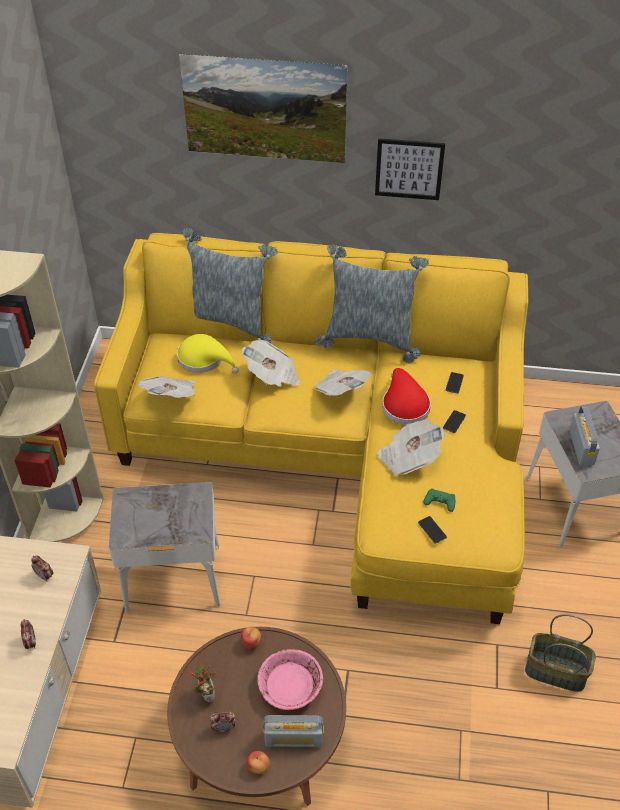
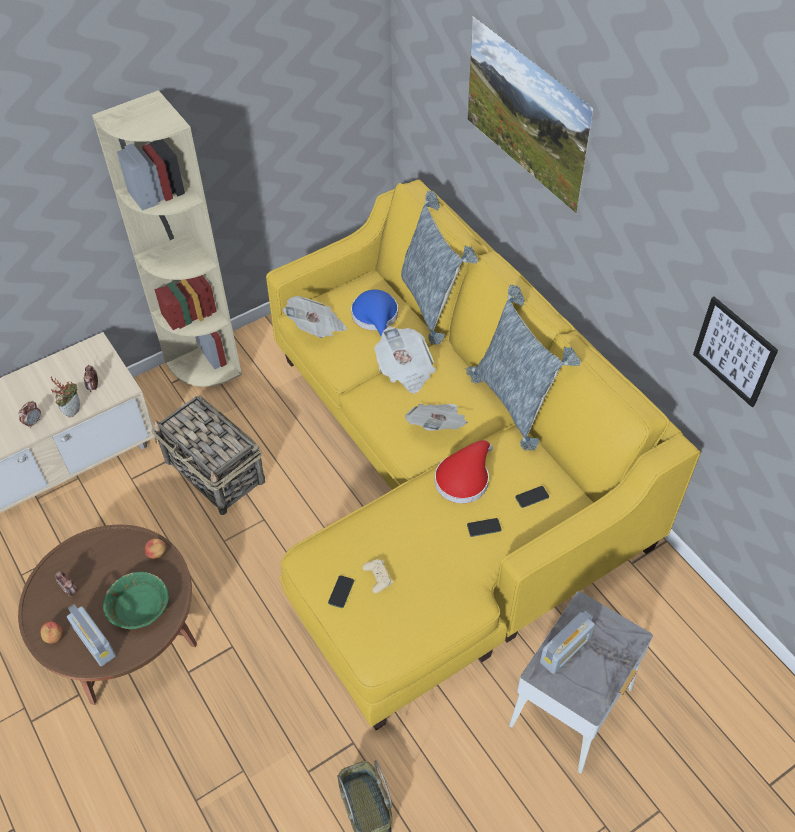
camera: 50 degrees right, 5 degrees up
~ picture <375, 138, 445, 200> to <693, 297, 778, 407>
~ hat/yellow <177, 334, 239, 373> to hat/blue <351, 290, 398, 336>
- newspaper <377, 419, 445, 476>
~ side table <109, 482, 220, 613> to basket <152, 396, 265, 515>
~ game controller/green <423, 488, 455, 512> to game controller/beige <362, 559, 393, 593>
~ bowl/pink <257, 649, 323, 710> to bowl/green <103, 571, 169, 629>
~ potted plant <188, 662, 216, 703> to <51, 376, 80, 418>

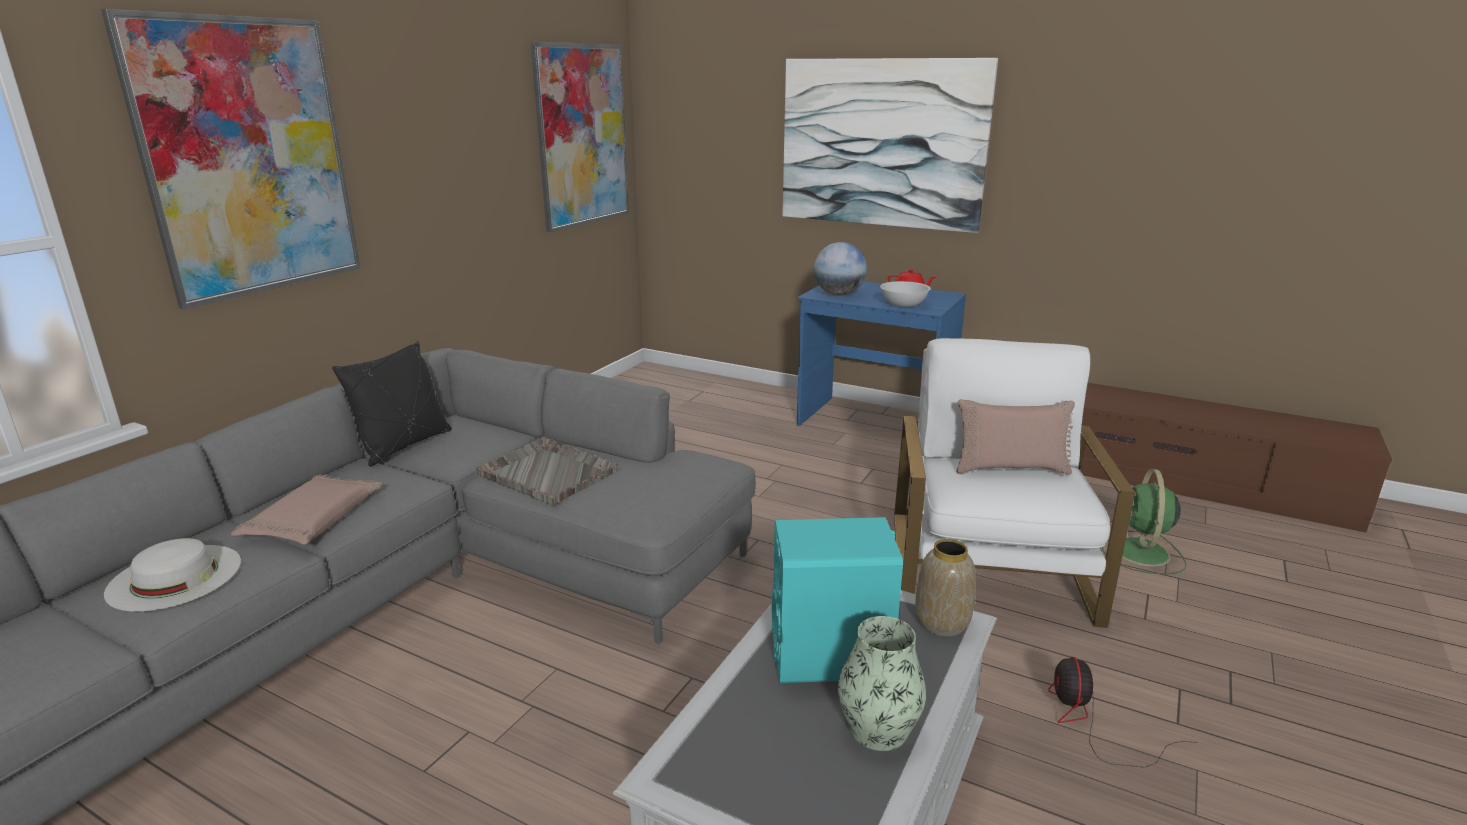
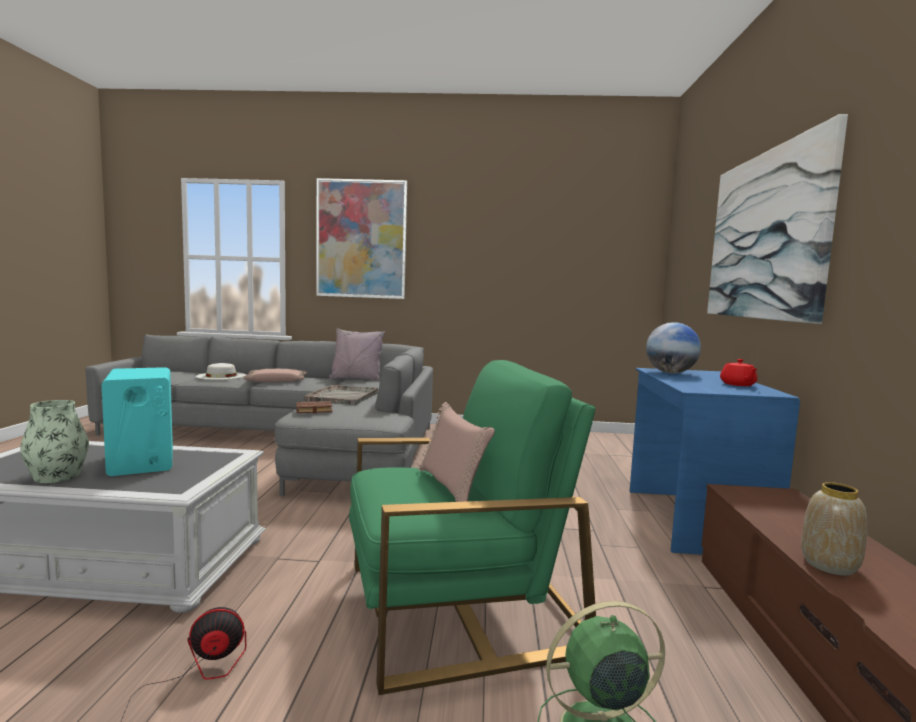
camera: 65 degrees right, 15 degrees down
- picture <530, 41, 629, 232>
- bowl/white <880, 281, 931, 307>
~ armchair/white <894, 338, 1135, 628> to armchair/green <349, 360, 596, 695>
~ pillow/black <332, 341, 452, 467> to pillow/purple <329, 328, 385, 381>
~ vase <915, 539, 976, 636> to <801, 482, 868, 576>
+ book/brown <296, 401, 333, 414>

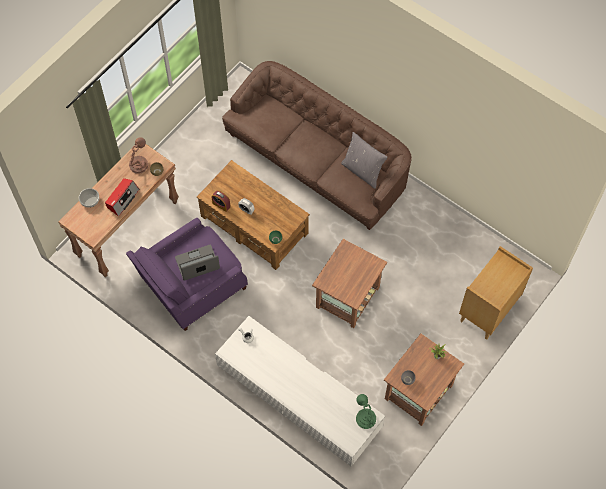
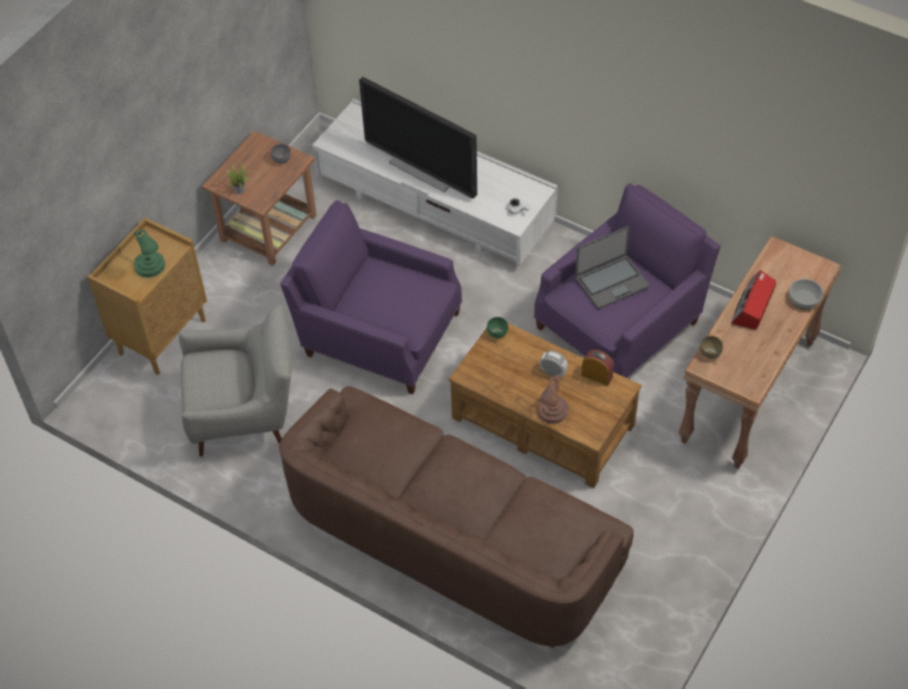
camera: 175 degrees right, 10 degrees down
- pillow/grey <341, 132, 388, 189>
~ table lamp/brown <129, 137, 148, 174> to <537, 375, 569, 424>
~ side table/brown <312, 239, 387, 328> to armchair/purple <280, 200, 462, 394>
~ table lamp/green <356, 394, 376, 429> to <134, 229, 165, 278>
+ television <359, 77, 477, 199>
+ armchair/grey <179, 304, 292, 457>

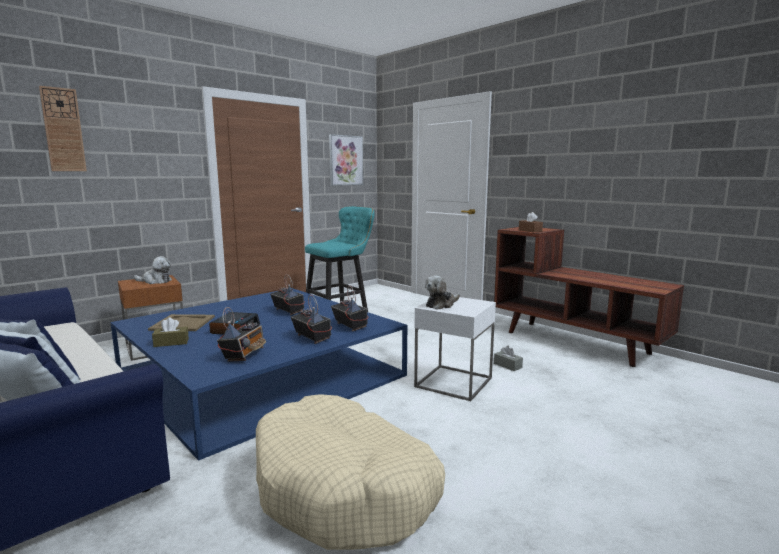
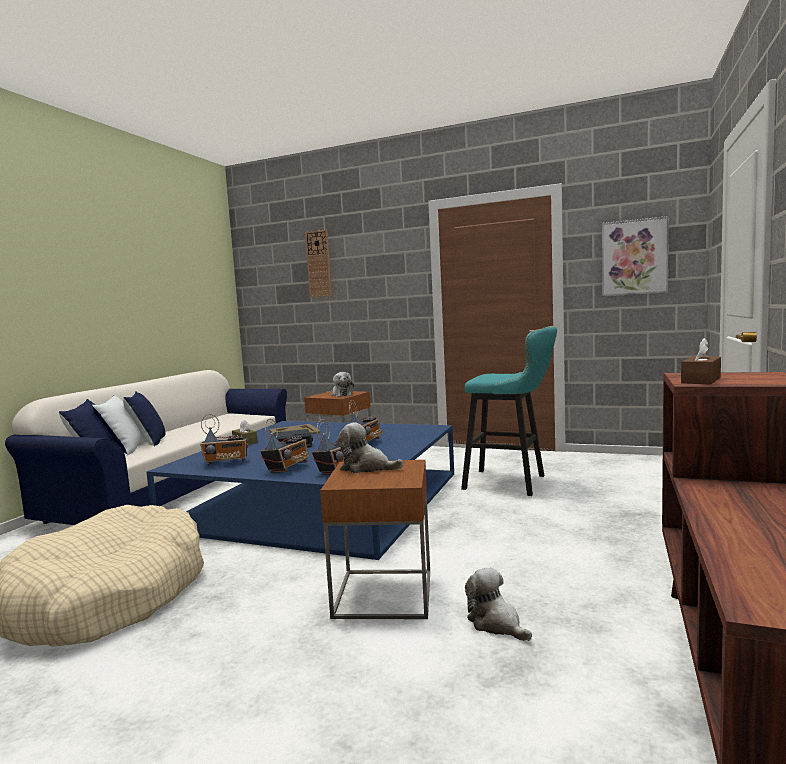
camera: 65 degrees right, 5 degrees down
~ side table/white <414, 297, 496, 401> to side table/brown <320, 460, 430, 619>
~ tissue box/grey <494, 346, 523, 371> to plush toy <465, 568, 532, 641>

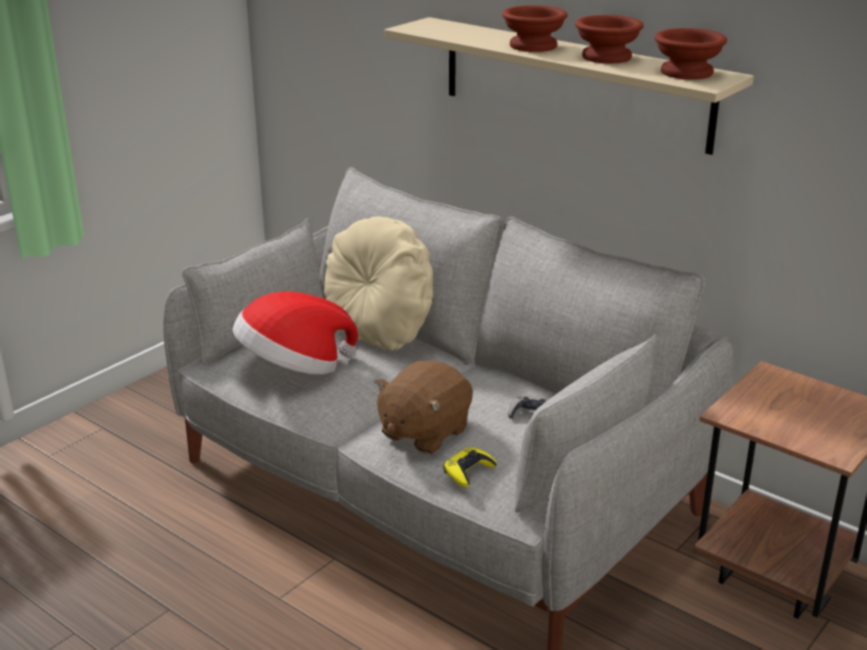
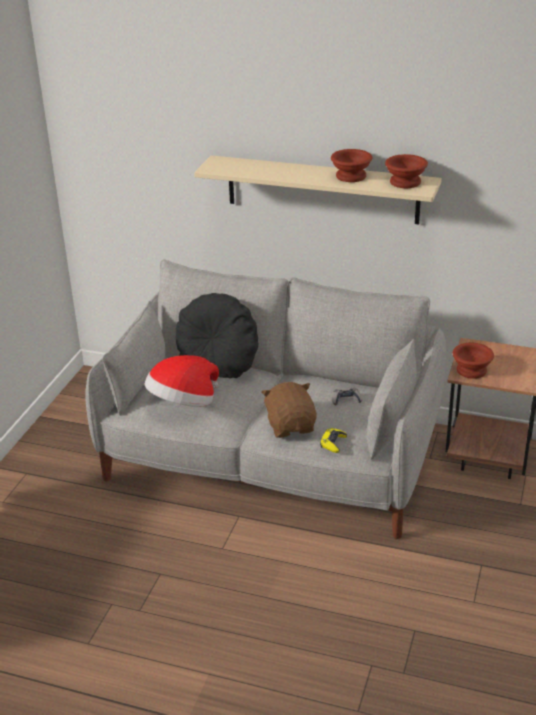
camera: 20 degrees left, 5 degrees up
~ bowl/brown <502, 5, 568, 52> to <453, 343, 494, 379>
~ pillow/beige <324, 216, 433, 351> to pillow/black <176, 293, 258, 378>
~ plush toy/brown <375, 360, 473, 454> = <261, 382, 317, 438> 150 degrees clockwise

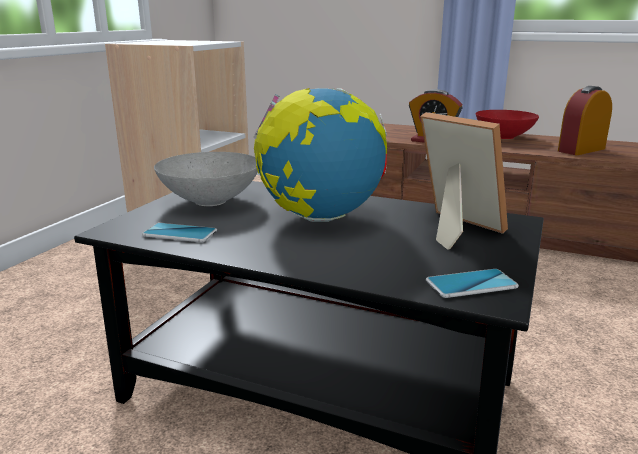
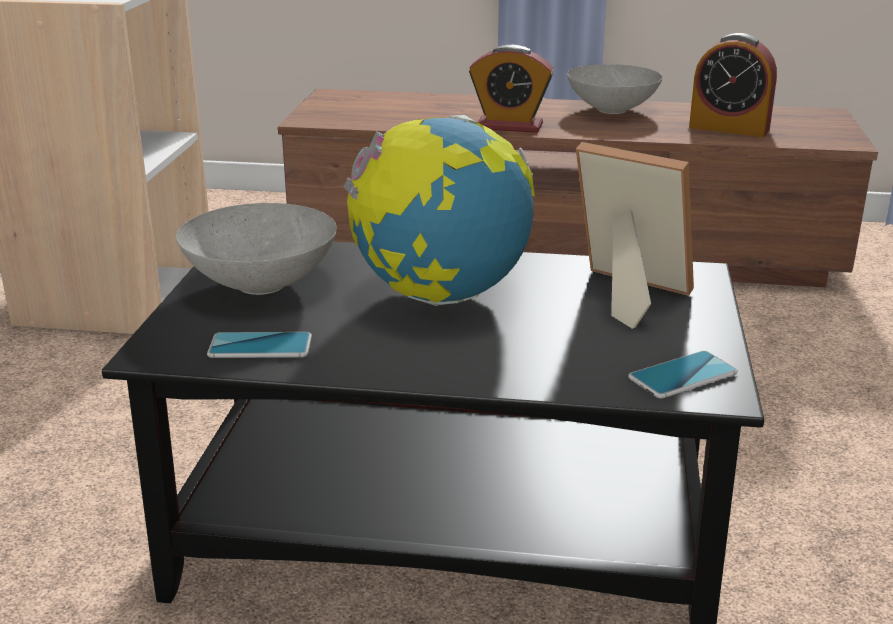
camera: 15 degrees left, 5 degrees up
~ alarm clock <558, 86, 612, 155> = <689, 33, 777, 137> 105 degrees counterclockwise
~ bowl/red <476, 110, 539, 139> to bowl/grey <567, 64, 663, 114>

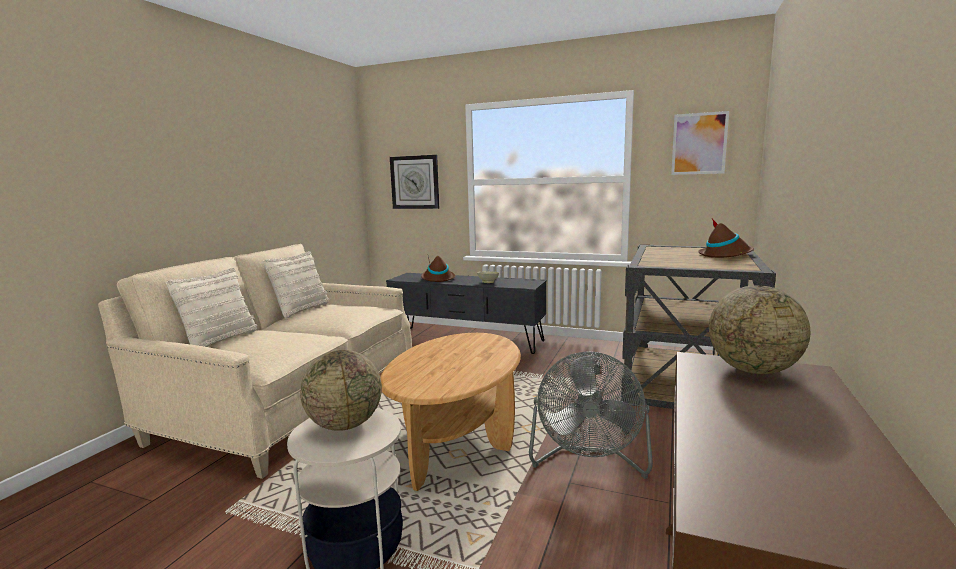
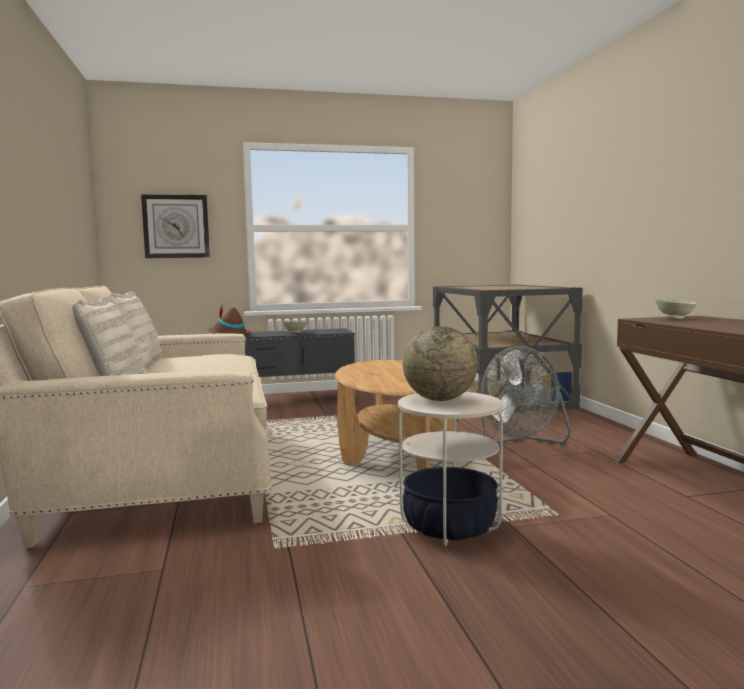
camera: 35 degrees left, 5 degrees down
- picture <671, 111, 729, 175>
- hat/brown <698, 219, 754, 258>
~ globe <709, 285, 810, 374> to bowl/beige <655, 299, 697, 319>

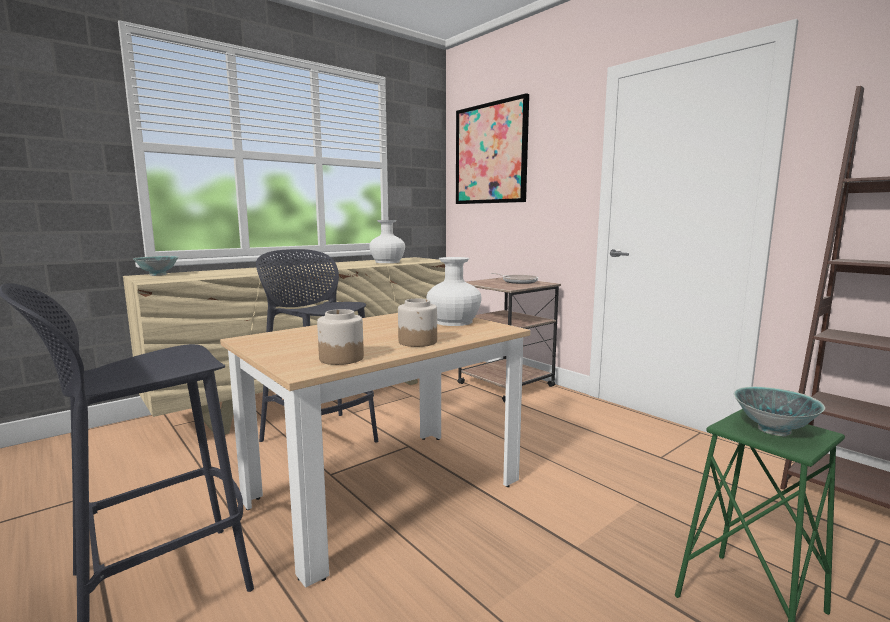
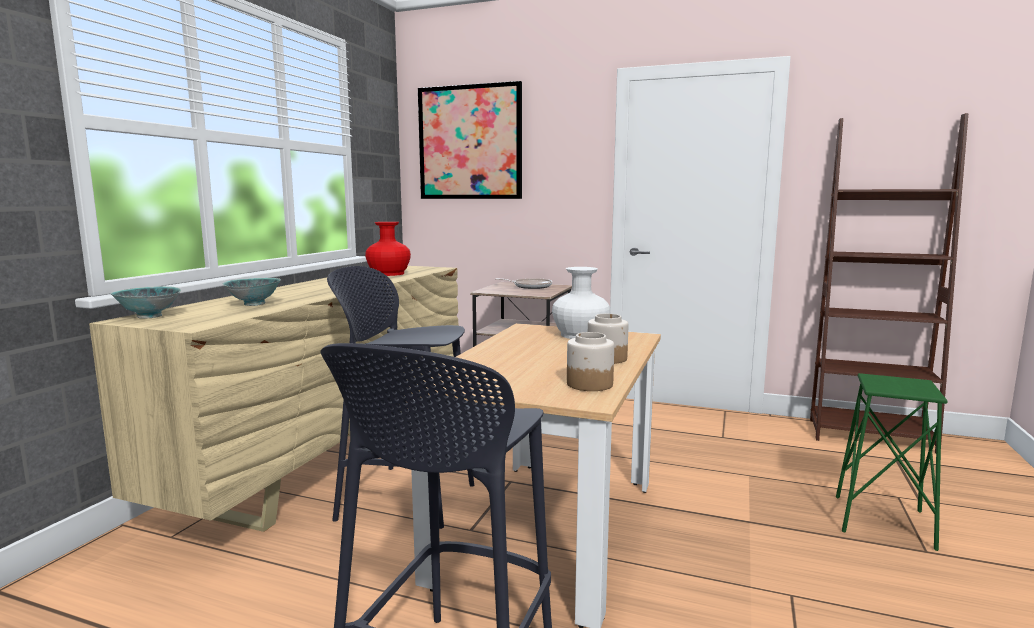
camera: 30 degrees left, 0 degrees up
~ vase/white <369, 220, 405, 263> to vase/red <365, 222, 411, 276>
~ bowl <734, 387, 825, 437> to <223, 278, 281, 306>

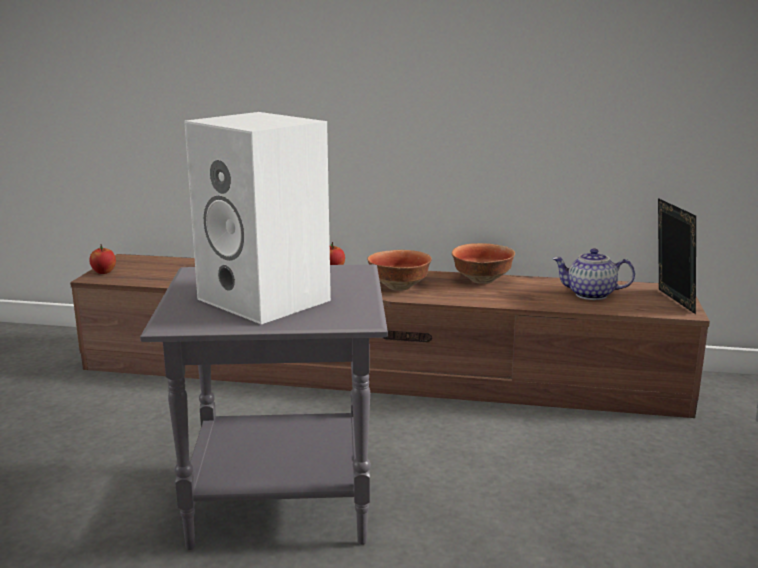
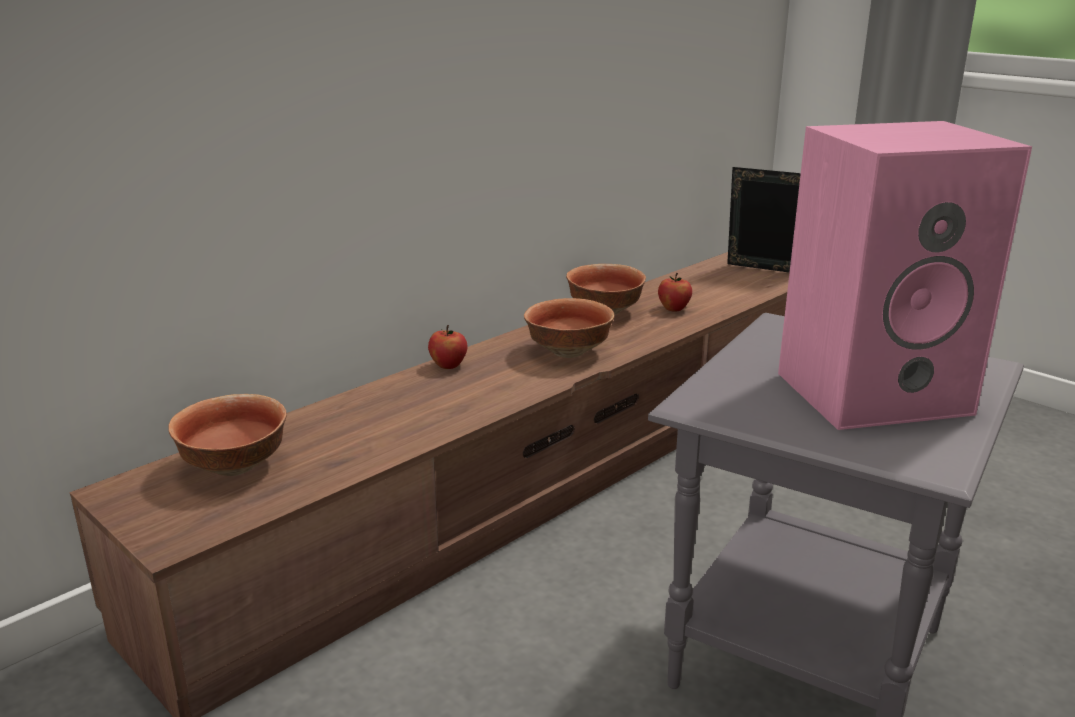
camera: 55 degrees left, 5 degrees up
~ speaker/white <184, 112, 331, 324> to speaker/pink <778, 121, 1032, 430>
~ apple <89, 244, 116, 274> to <658, 273, 692, 312>
- teapot <552, 248, 635, 300>
+ bowl <168, 394, 287, 476>

